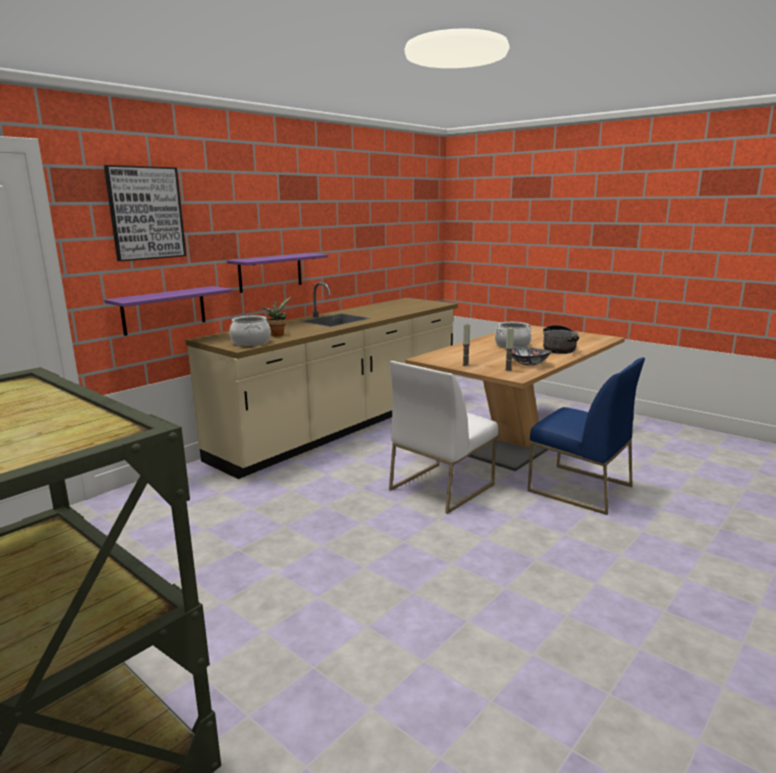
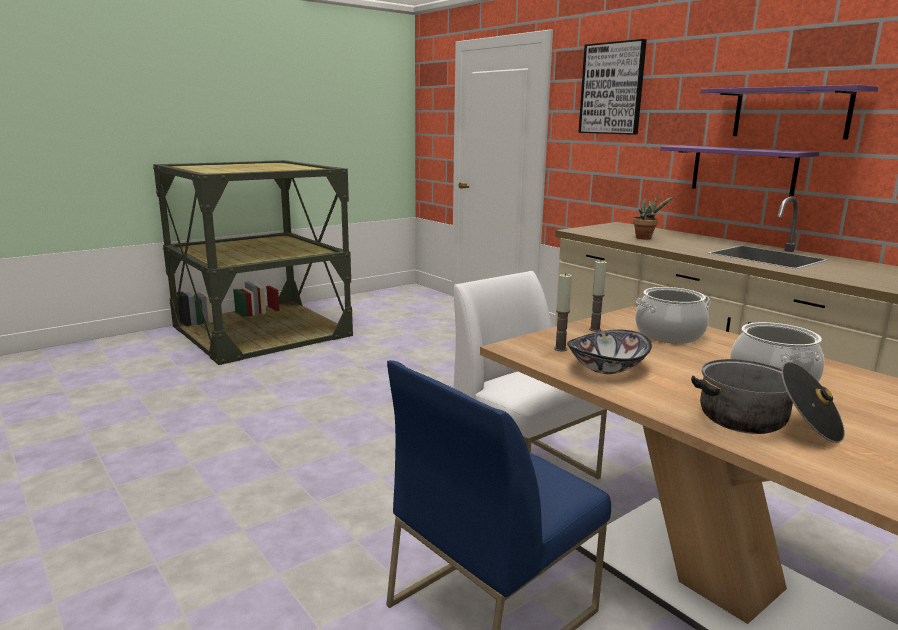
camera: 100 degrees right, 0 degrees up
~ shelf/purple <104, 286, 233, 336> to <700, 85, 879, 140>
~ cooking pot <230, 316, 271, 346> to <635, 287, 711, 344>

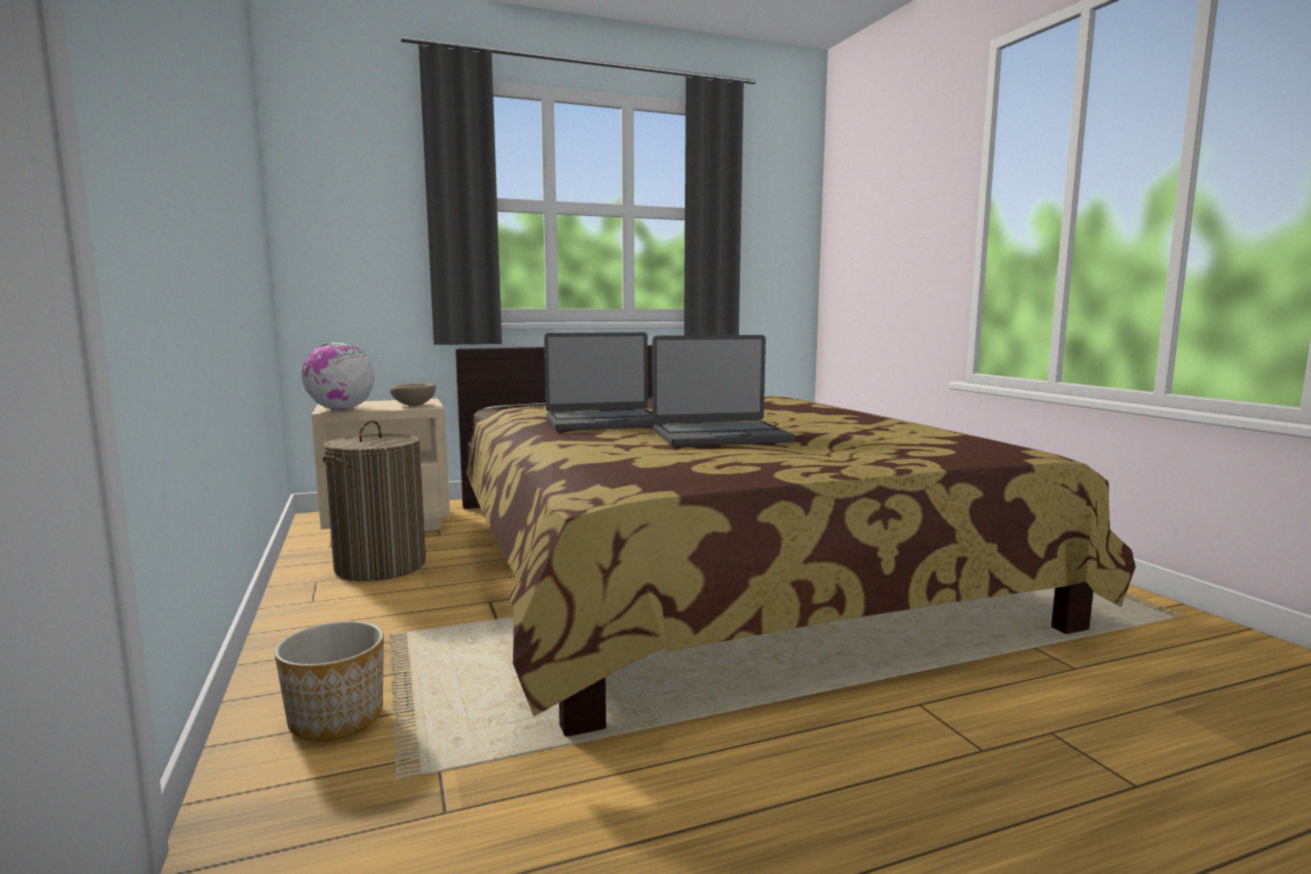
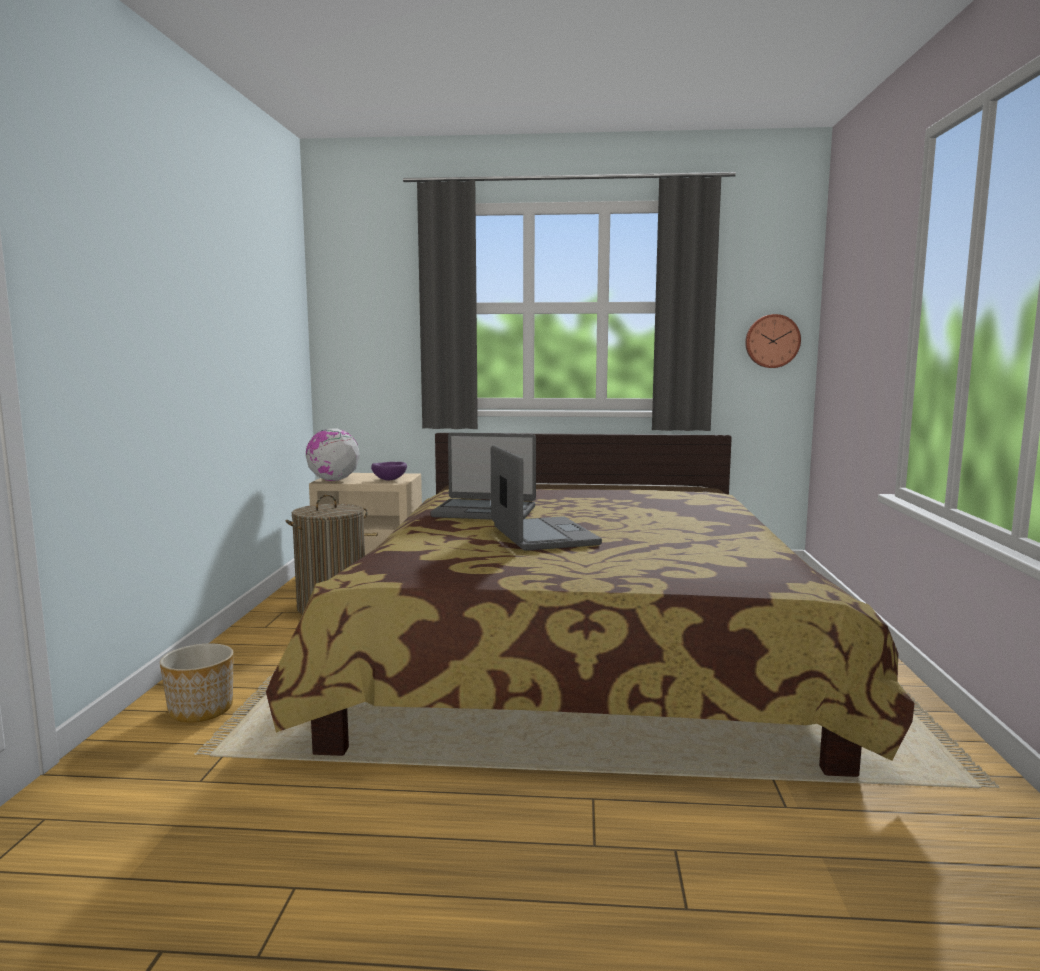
camera: 25 degrees right, 0 degrees up
~ laptop <652, 335, 795, 447> = <491, 445, 602, 551> 120 degrees counterclockwise
~ bowl/beige <390, 383, 436, 406> to bowl/purple <371, 462, 407, 481>
+ wall clock <745, 314, 801, 368>

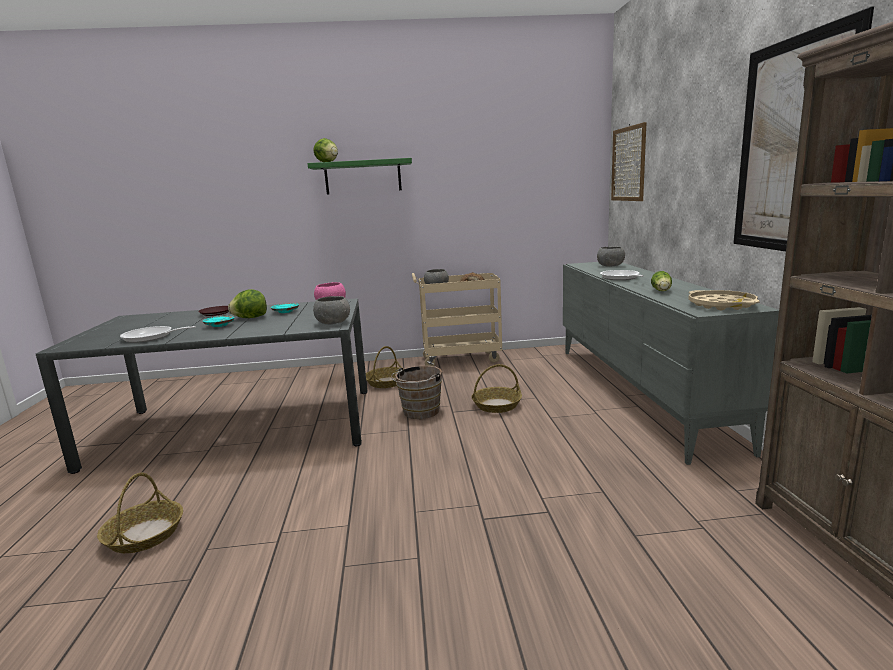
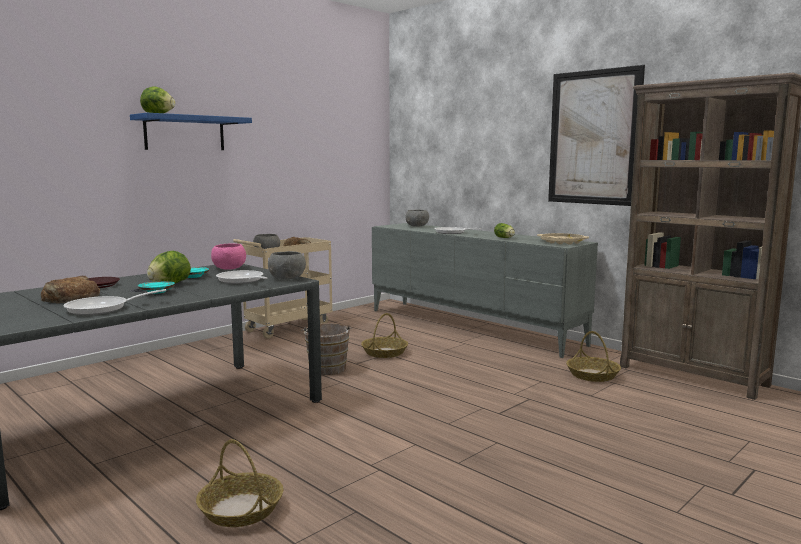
camera: 40 degrees left, 5 degrees down
- picture <611, 122, 647, 201>
~ shelf/green <307, 158, 412, 194> to shelf/blue <130, 113, 252, 150>
~ basket <366, 346, 402, 388> to <566, 331, 621, 382>
+ frying pan <216, 270, 268, 284>
+ bread <41, 276, 100, 303>

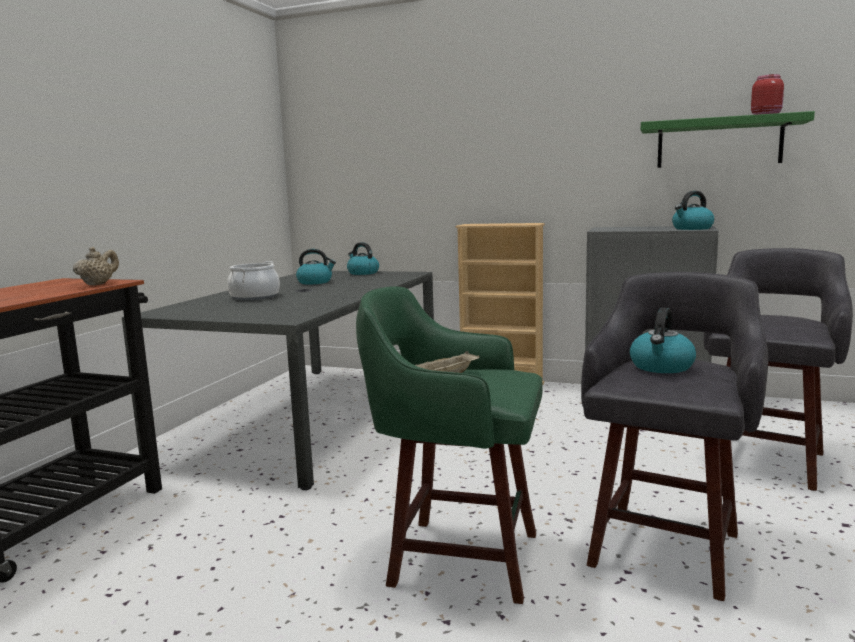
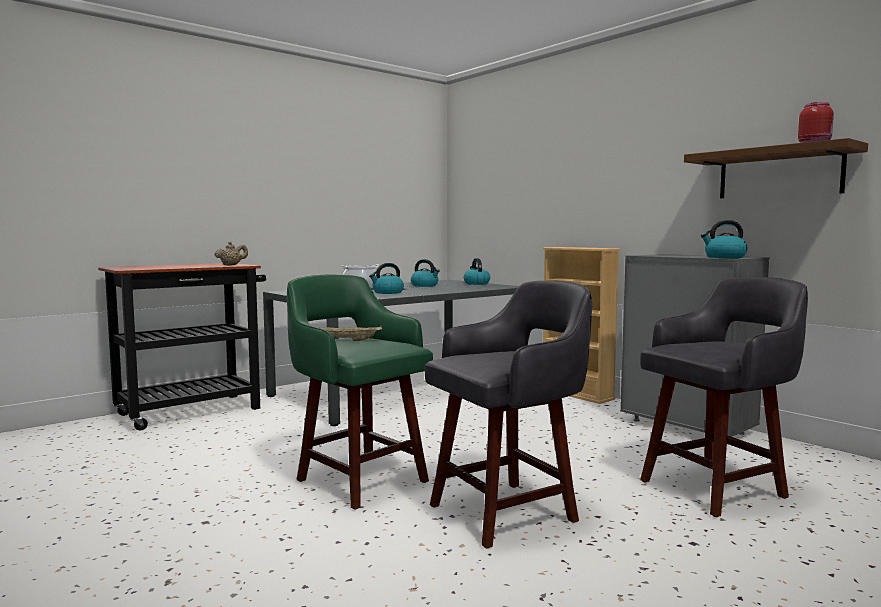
camera: 30 degrees right, 5 degrees down
~ shelf/green <641, 111, 815, 168> to shelf/brown <684, 138, 868, 198>
~ kettle <630, 308, 696, 373> to <369, 263, 404, 294>

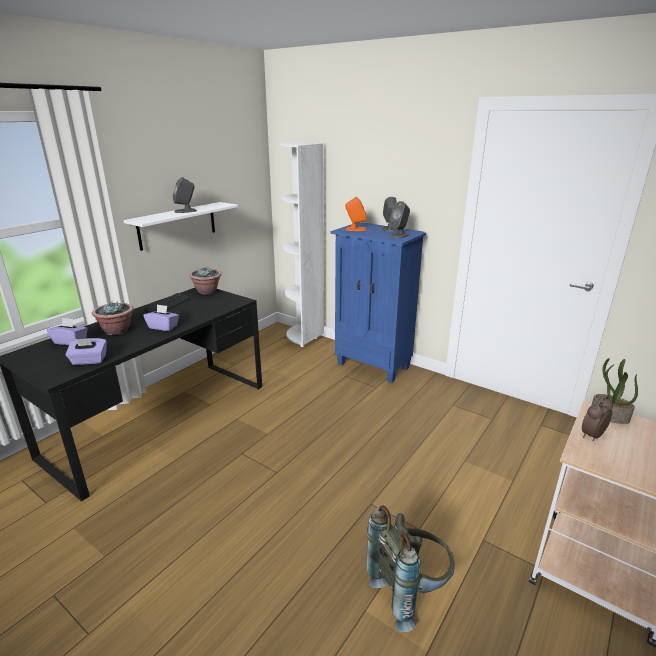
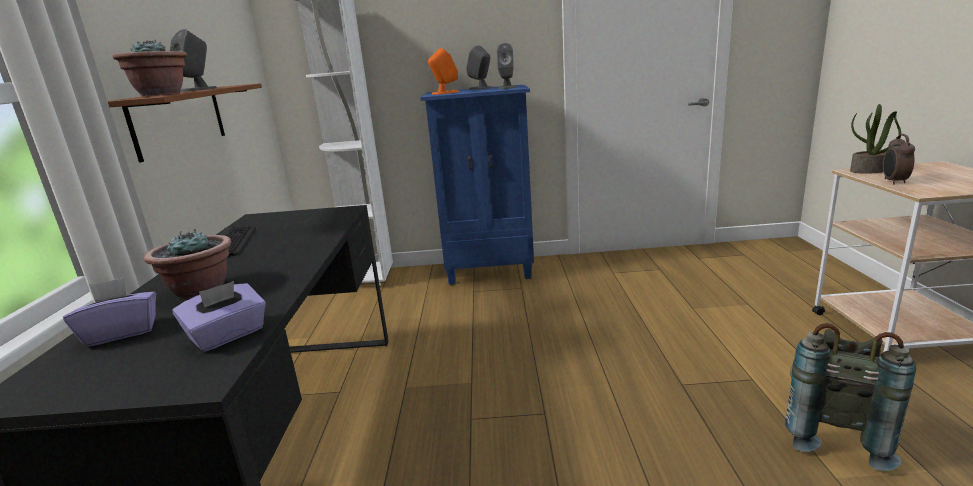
camera: 35 degrees left, 5 degrees down
~ shelf/white <123, 202, 238, 251> to shelf/brown <108, 83, 262, 163>
~ potted plant <189, 267, 221, 294> to <112, 39, 187, 96>
- tissue box/purple <144, 304, 179, 331>

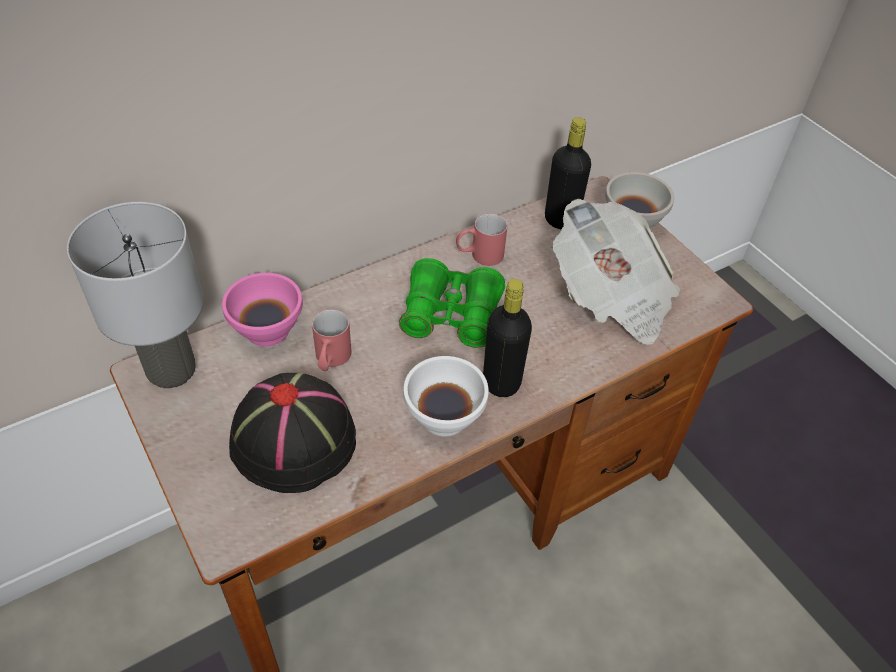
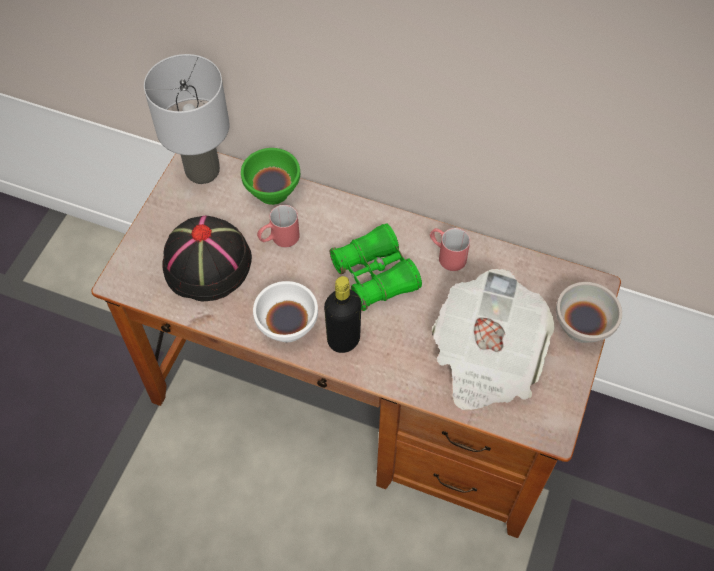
camera: 55 degrees right, 10 degrees up
- bottle/black <545, 117, 591, 229>
~ bowl/pink <222, 273, 303, 347> to bowl/green <241, 148, 300, 205>

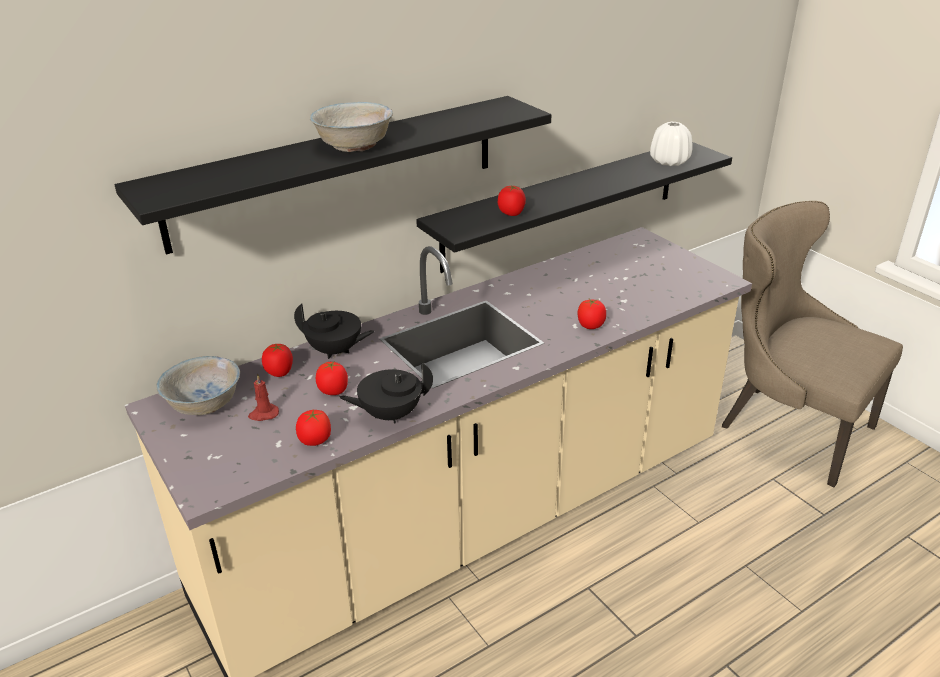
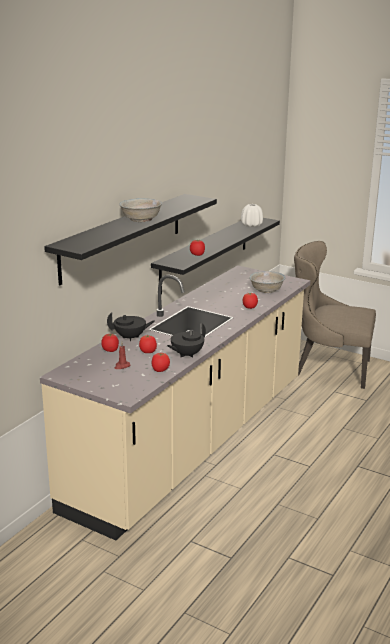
camera: 25 degrees left, 10 degrees down
~ bowl/white <156, 356, 240, 415> to <249, 271, 286, 293>

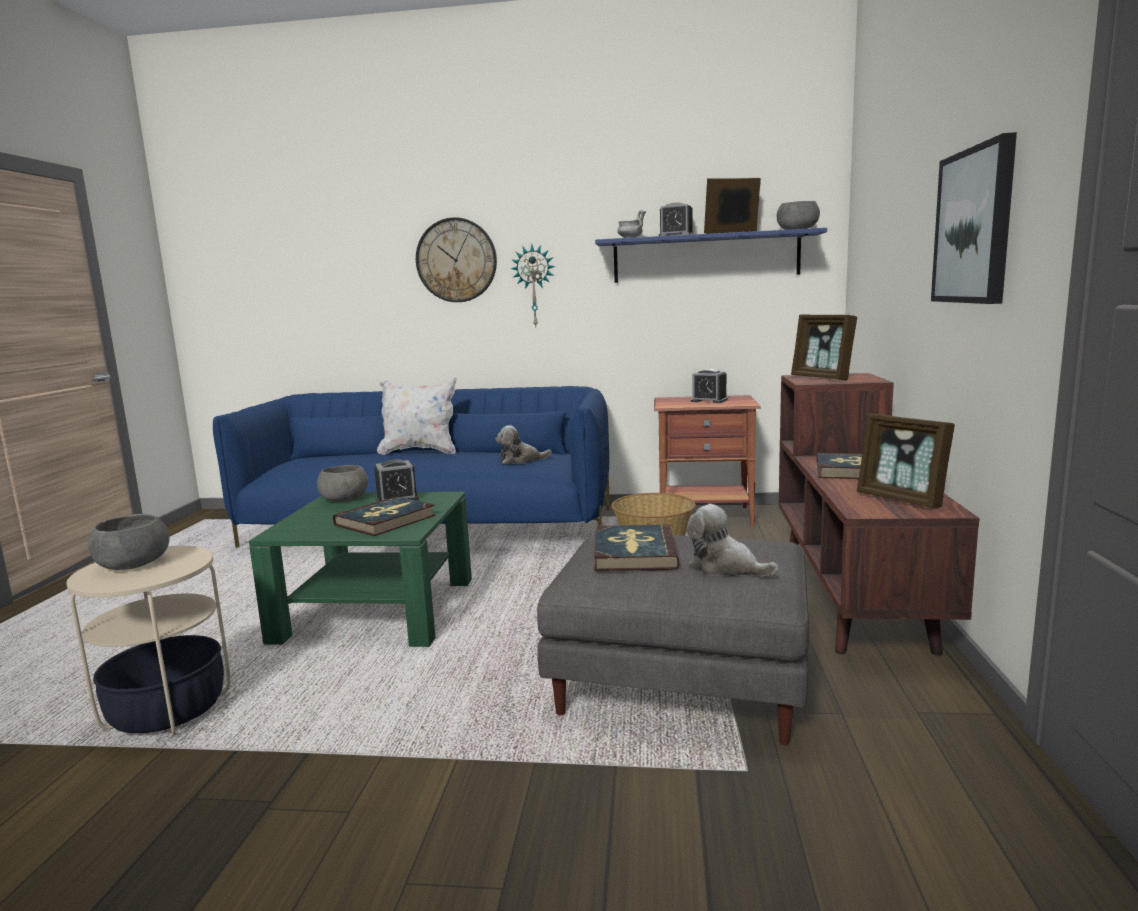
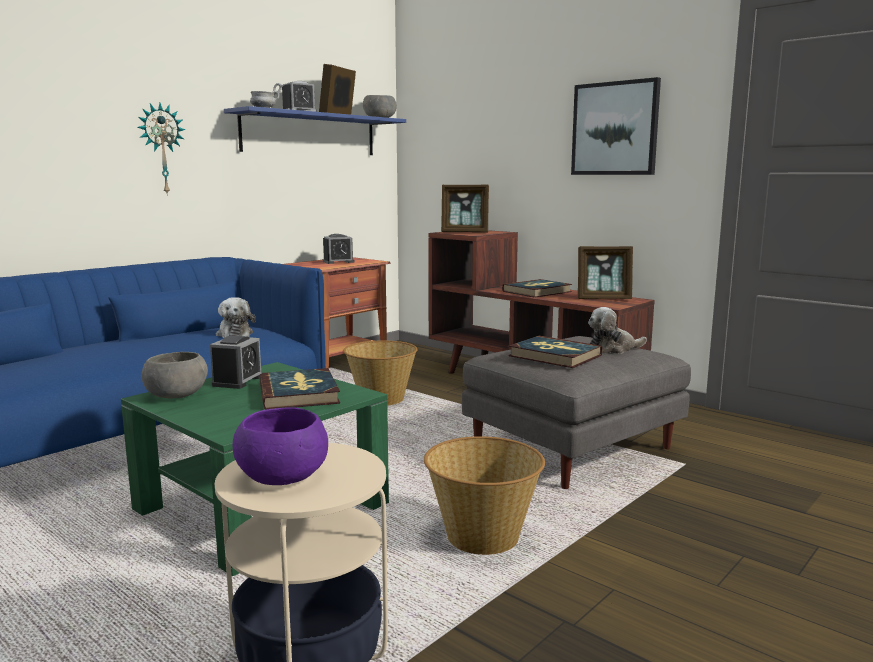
camera: 55 degrees left, 0 degrees up
- wall clock <416, 217, 497, 302>
- pillow/white <377, 377, 457, 455>
~ plush toy <496, 425, 552, 464> = <216, 297, 256, 338> 45 degrees counterclockwise
~ bowl/grey <88, 514, 169, 570> to bowl/purple <232, 407, 328, 485>
+ basket <424, 436, 545, 555>

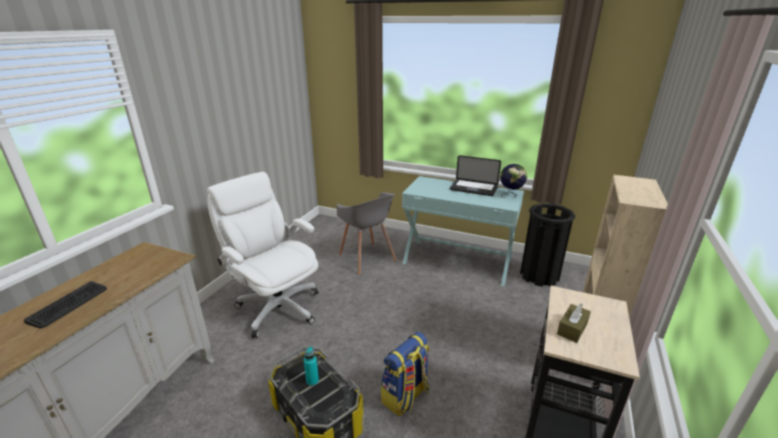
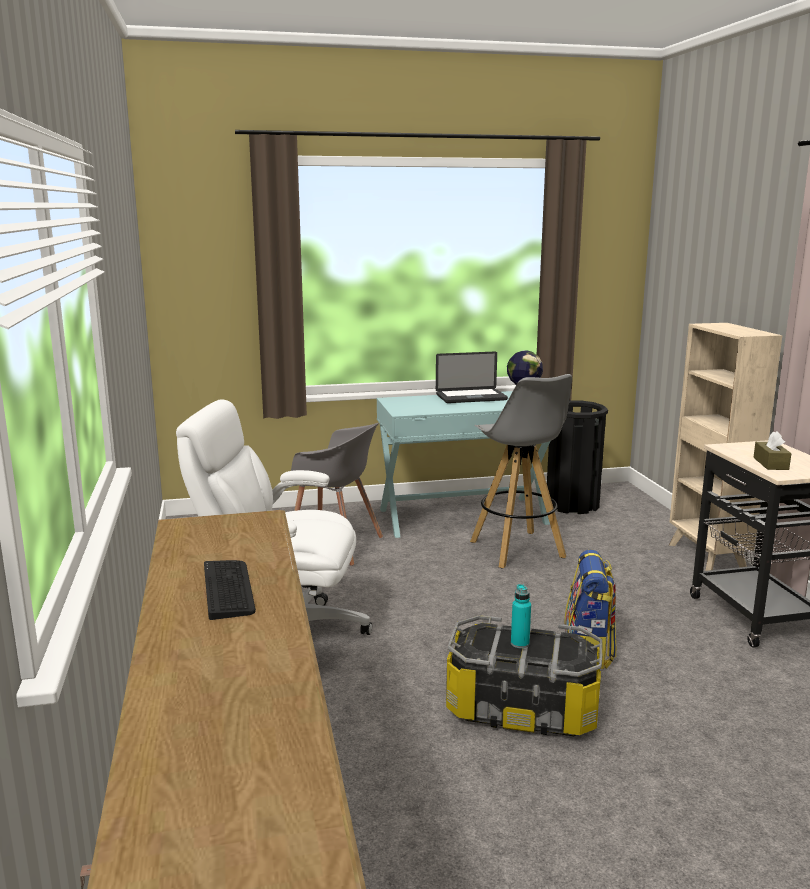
camera: 35 degrees left, 10 degrees down
+ stool/grey <470, 374, 572, 568>

